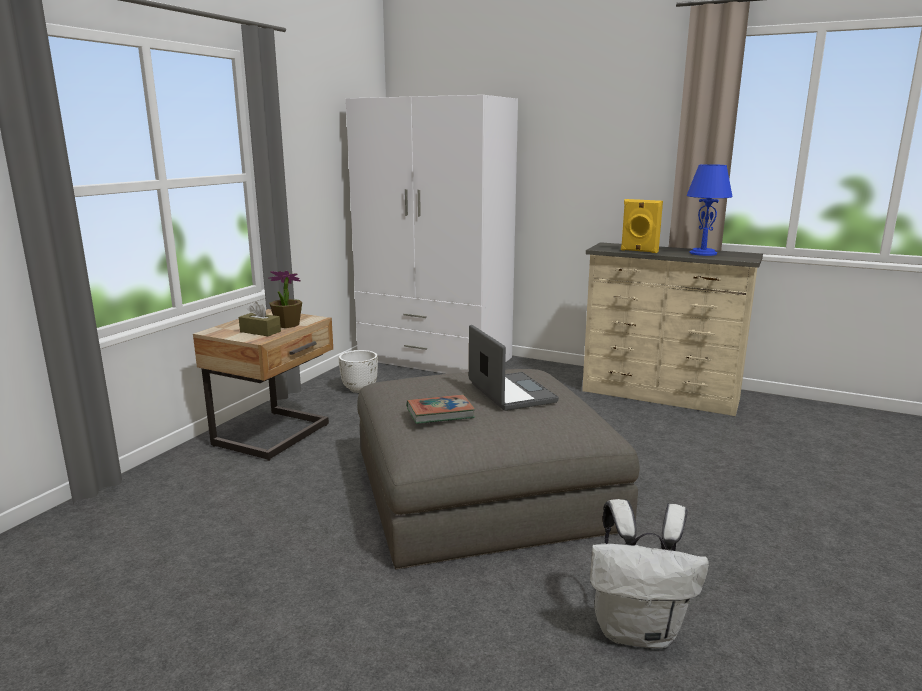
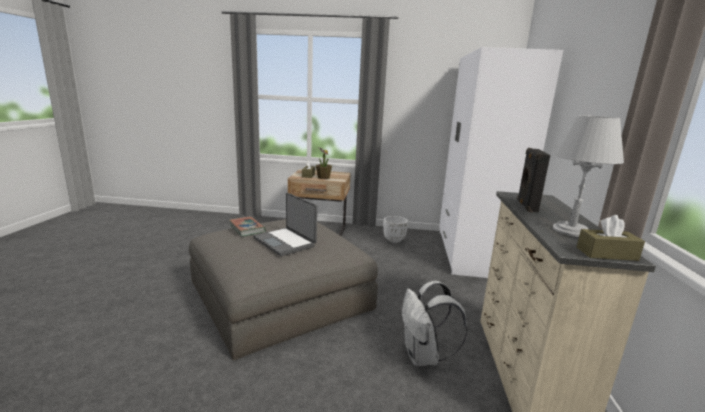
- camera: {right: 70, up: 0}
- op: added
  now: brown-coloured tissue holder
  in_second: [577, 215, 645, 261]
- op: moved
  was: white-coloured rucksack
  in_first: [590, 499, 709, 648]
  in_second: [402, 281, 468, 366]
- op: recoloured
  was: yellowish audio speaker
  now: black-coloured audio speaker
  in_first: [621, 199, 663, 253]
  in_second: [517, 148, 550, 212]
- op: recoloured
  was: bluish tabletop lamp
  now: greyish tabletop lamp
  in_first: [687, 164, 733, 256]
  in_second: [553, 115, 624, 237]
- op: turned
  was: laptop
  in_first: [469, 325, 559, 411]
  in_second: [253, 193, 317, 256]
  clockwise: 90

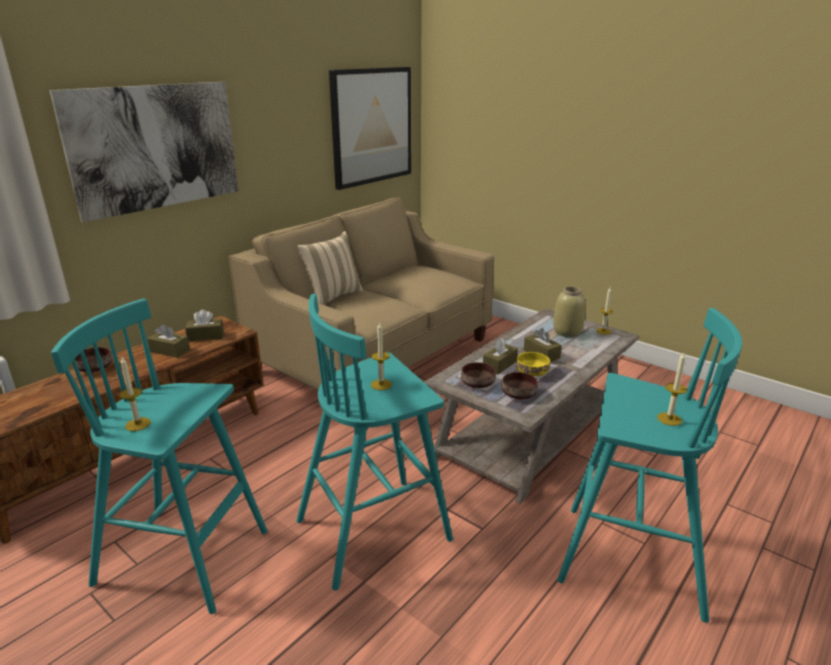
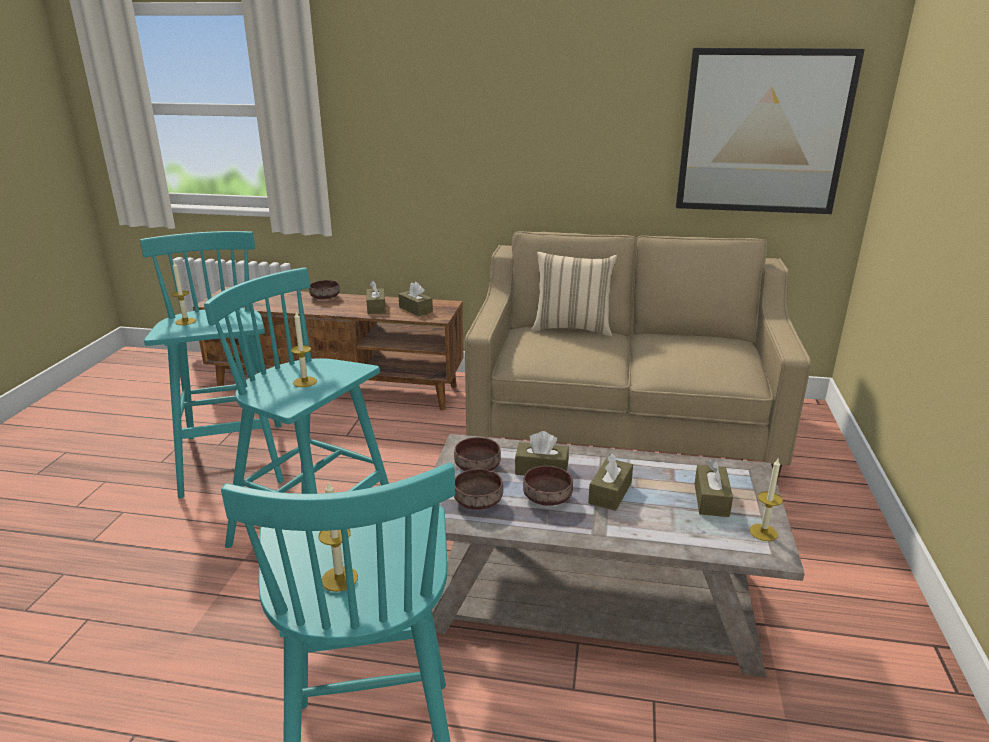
- camera: {right: 60, up: 0}
- op: removed
  was: picture
  in_first: [49, 82, 239, 222]
- op: replaced
  was: sand-coloured vase
  now: brown-coloured tissue holder
  in_first: [553, 286, 585, 337]
  in_second: [694, 460, 733, 517]
- op: recoloured
  was: yellowish deep dish
  now: brown-coloured deep dish
  in_first: [516, 352, 550, 376]
  in_second: [523, 466, 573, 506]

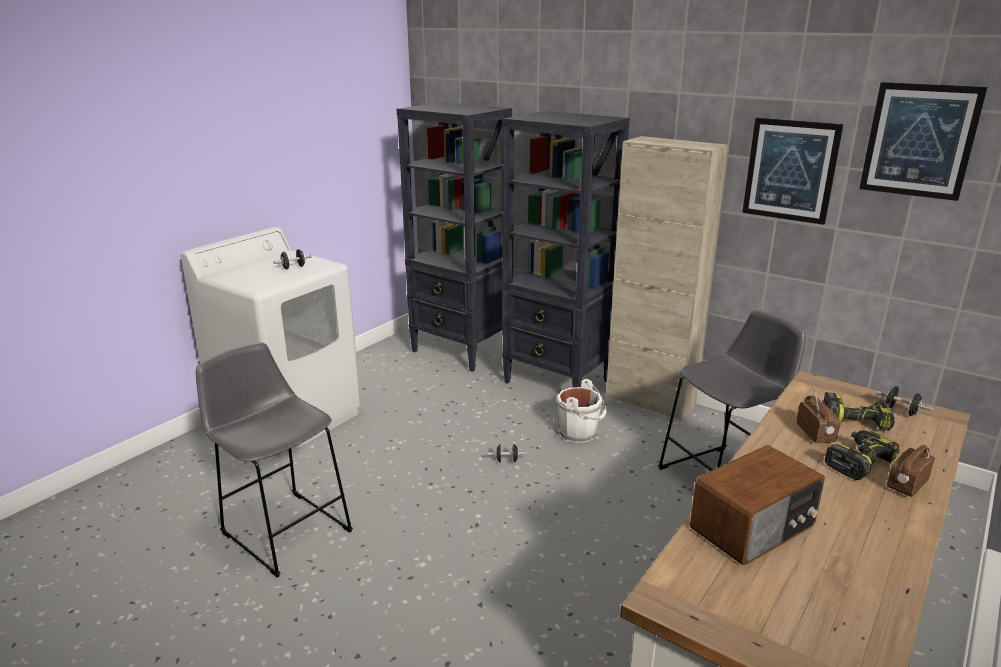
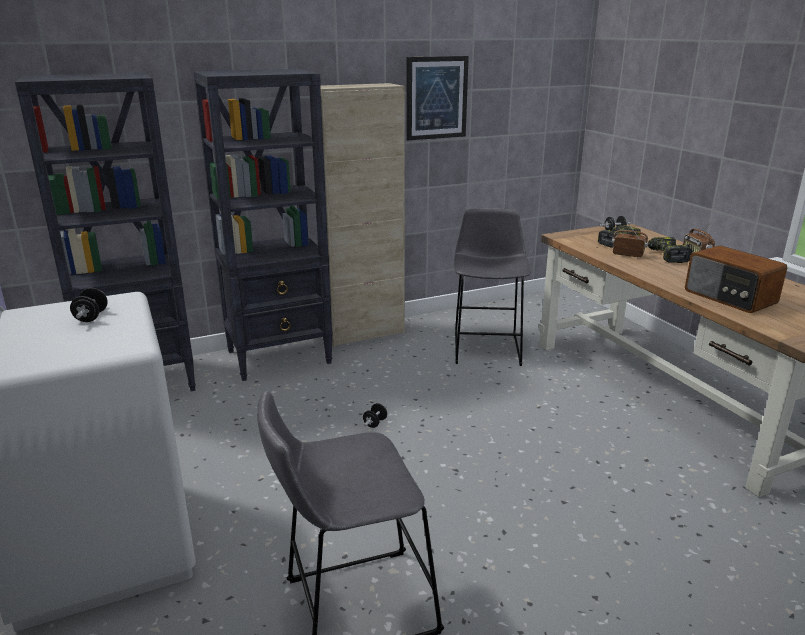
- camera: {right: -60, up: 0}
- op: removed
  was: white-coloured bucket
  in_first: [557, 379, 607, 443]
- op: removed
  was: picture
  in_first: [859, 82, 987, 201]
- op: turned
  was: radio receiver
  in_first: [690, 445, 825, 565]
  in_second: [685, 245, 787, 313]
  clockwise: 150

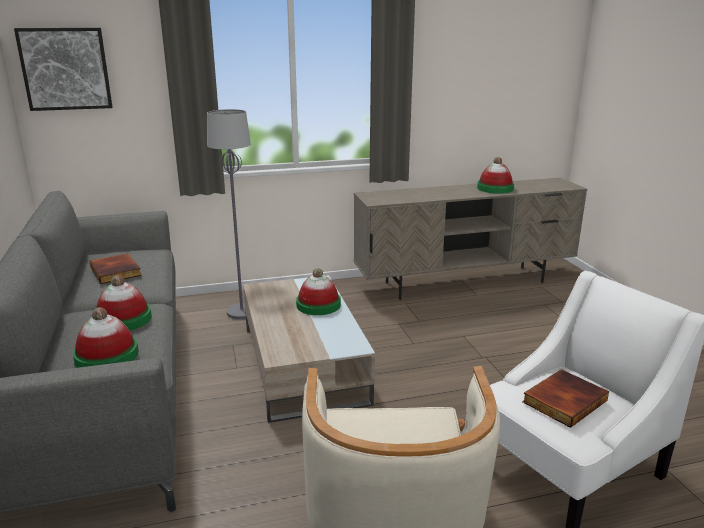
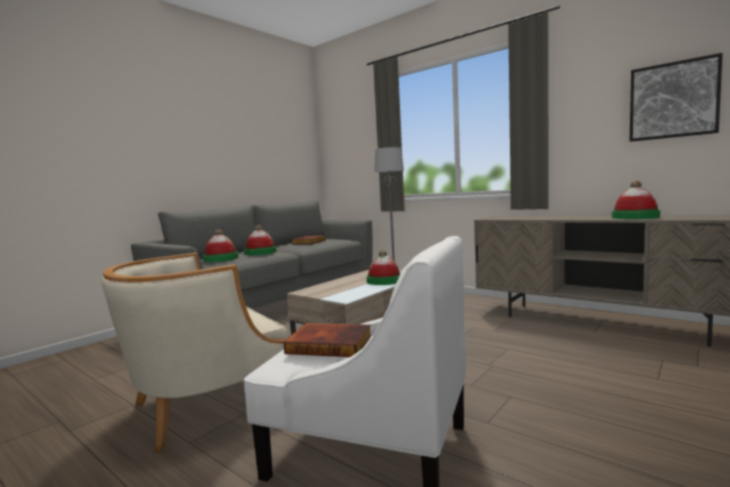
- camera: {right: 55, up: -15}
- op: moved
  was: picture
  in_first: [14, 28, 112, 111]
  in_second: [630, 53, 723, 142]

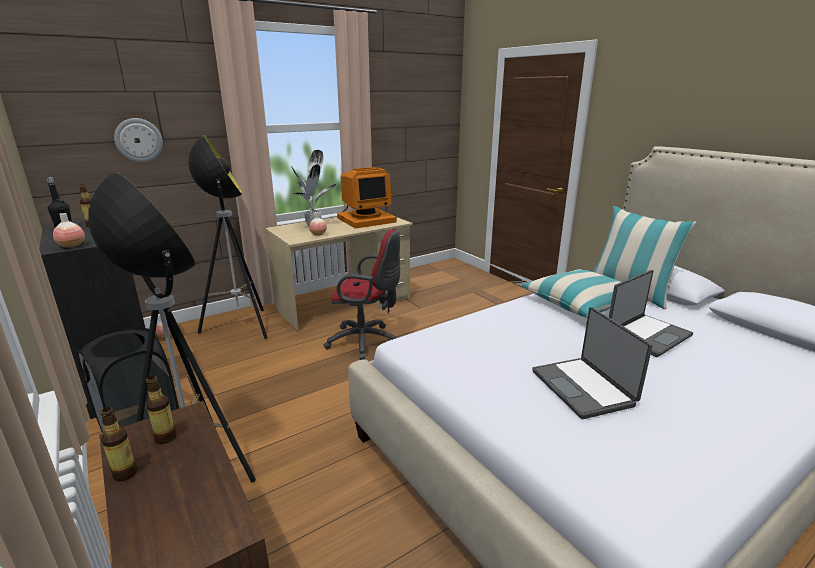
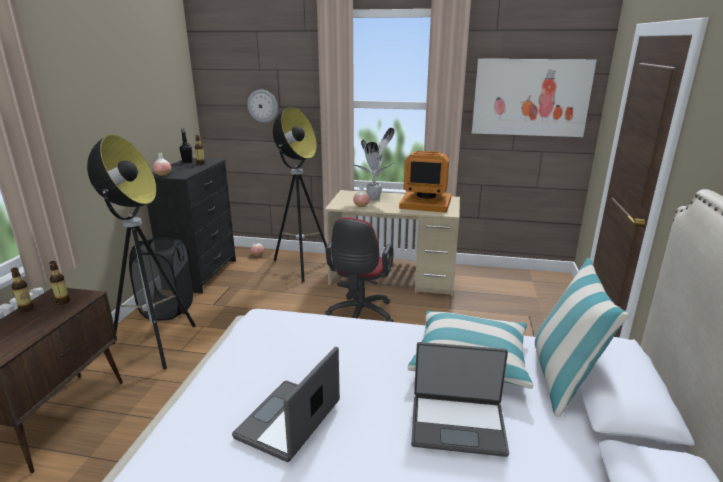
- camera: {right: 45, up: 0}
- op: added
  now: picture
  in_second: [472, 59, 597, 137]
- op: turned
  was: red desk chair
  in_first: [324, 229, 400, 360]
  in_second: [325, 217, 394, 322]
  clockwise: 45

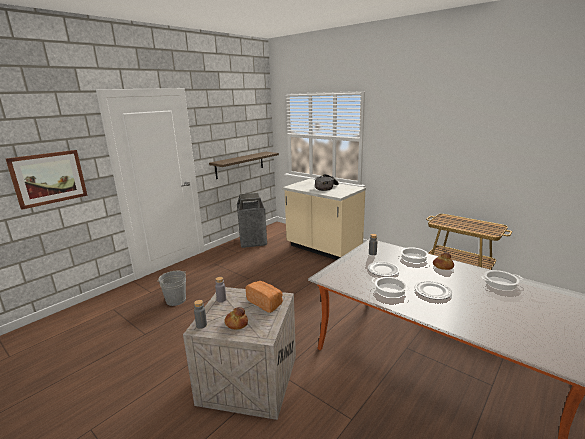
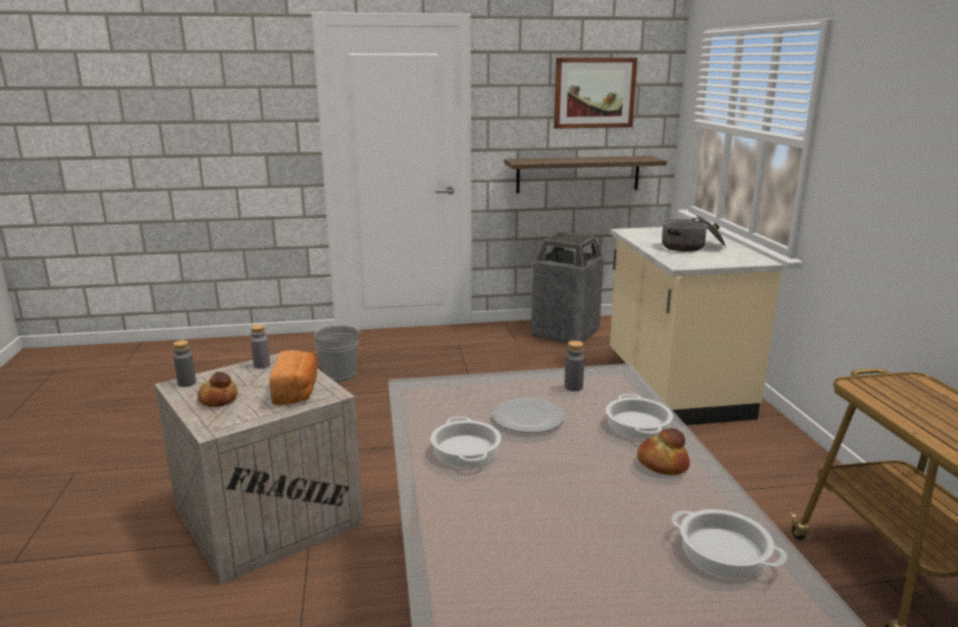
- camera: {right: 40, up: 0}
- op: removed
  was: plate
  in_first: [415, 281, 452, 300]
- op: moved
  was: picture
  in_first: [6, 150, 88, 210]
  in_second: [554, 58, 638, 128]

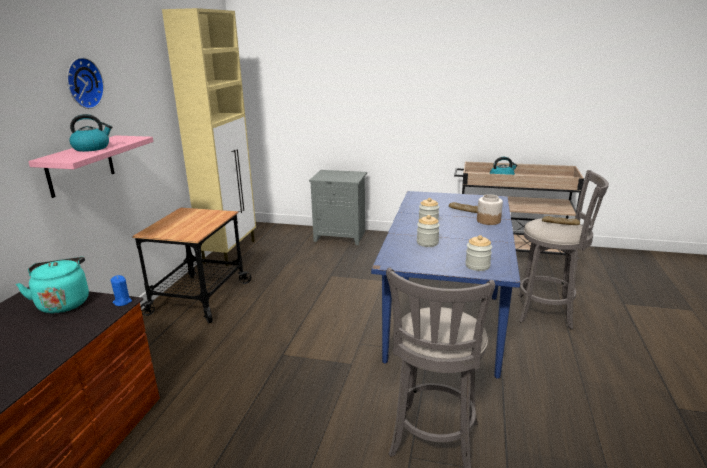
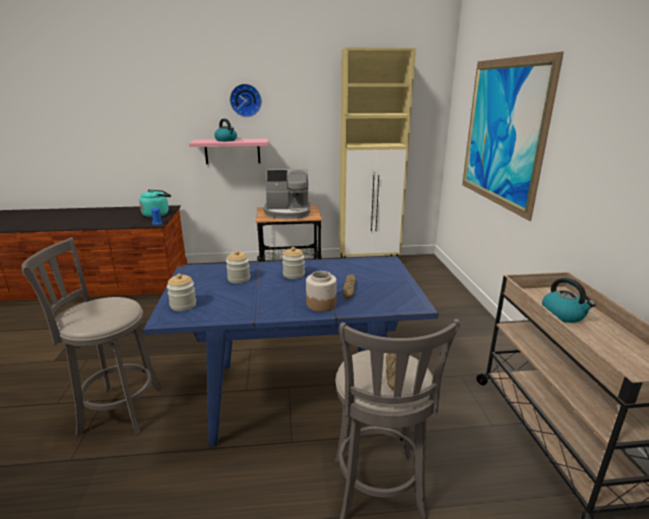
- camera: {right: 70, up: 0}
- op: removed
  was: greyish nightstand
  in_first: [309, 170, 367, 245]
- op: added
  now: coffee machine
  in_second: [264, 169, 310, 219]
- op: added
  now: picture
  in_second: [462, 51, 564, 221]

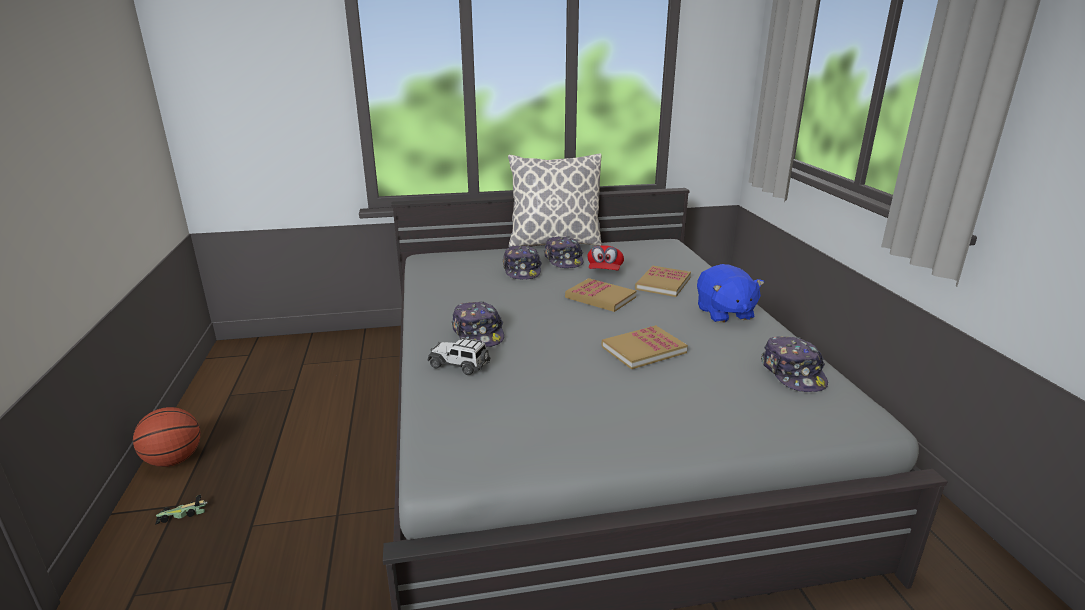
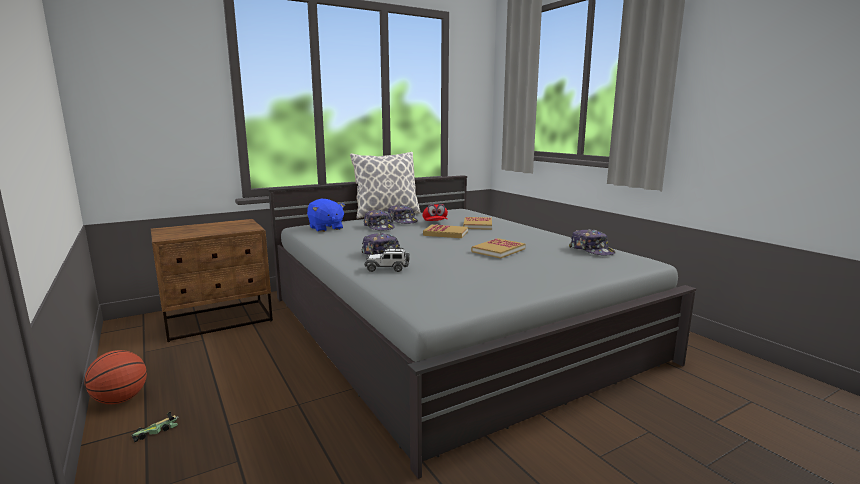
- camera: {right: -20, up: -10}
- op: added
  now: brown-coloured nightstand
  in_second: [151, 219, 273, 342]
- op: moved
  was: bluish plush toy
  in_first: [697, 264, 765, 323]
  in_second: [307, 199, 345, 232]

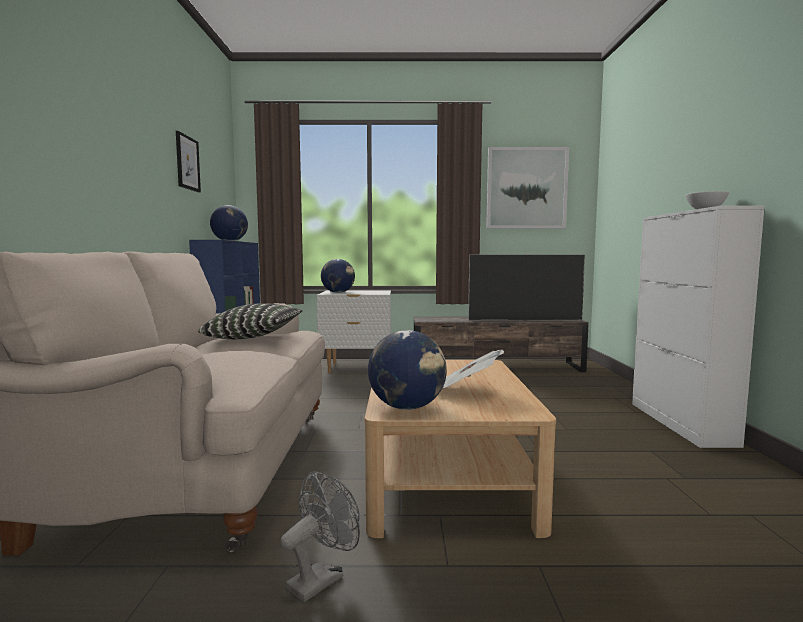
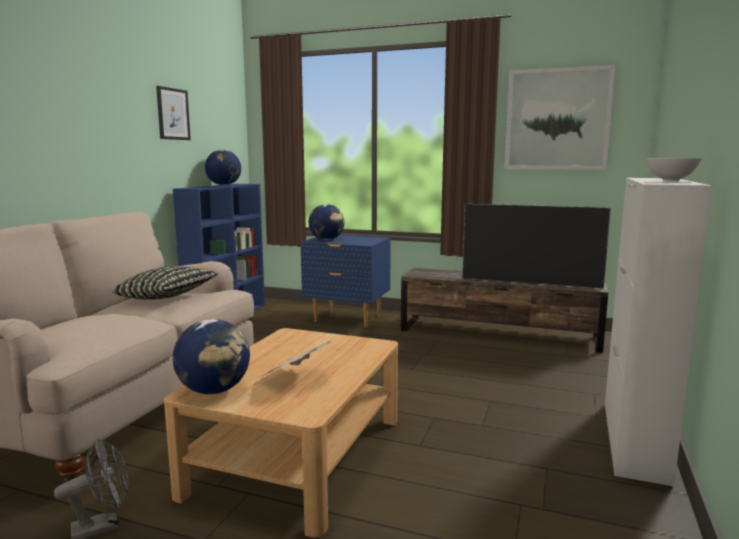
- camera: {right: 20, up: 5}
- op: recoloured
  was: white-coloured nightstand
  now: bluish nightstand
  in_first: [317, 290, 391, 373]
  in_second: [300, 235, 391, 327]

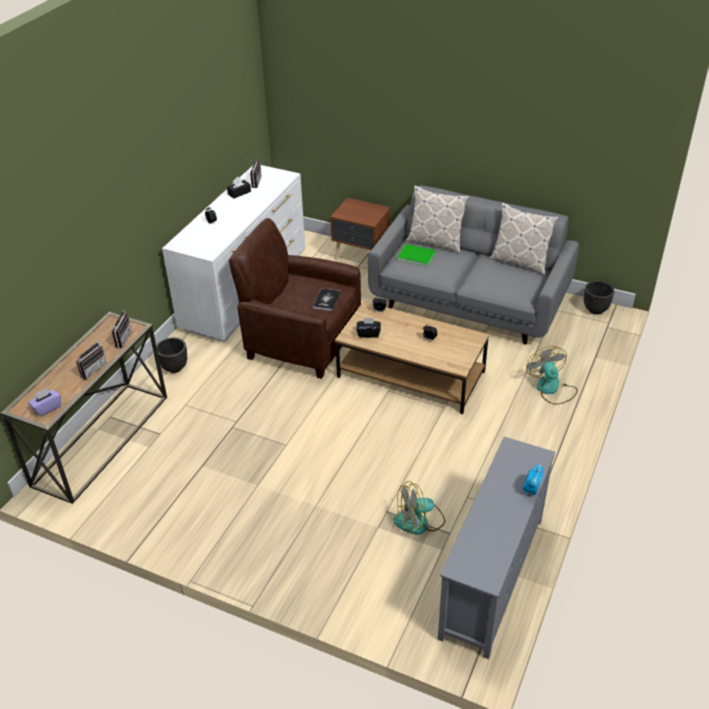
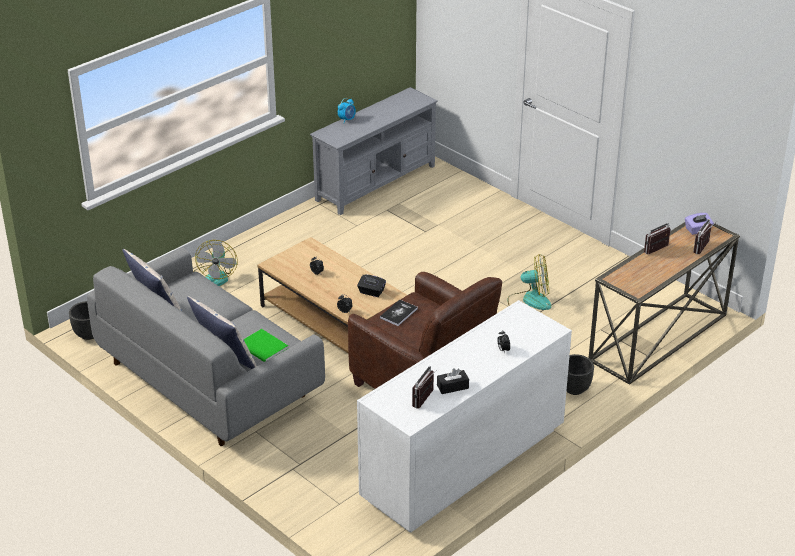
- camera: {right: -160, up: -5}
- op: removed
  was: brown-coloured nightstand
  in_first: [330, 198, 391, 260]
- op: moved
  was: radio receiver
  in_first: [110, 310, 132, 348]
  in_second: [693, 219, 716, 254]
- op: moved
  was: electric fan
  in_first: [394, 481, 445, 535]
  in_second: [507, 254, 551, 310]

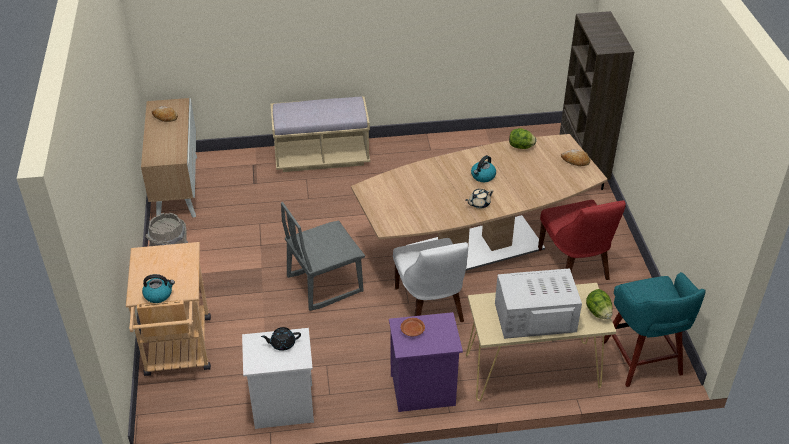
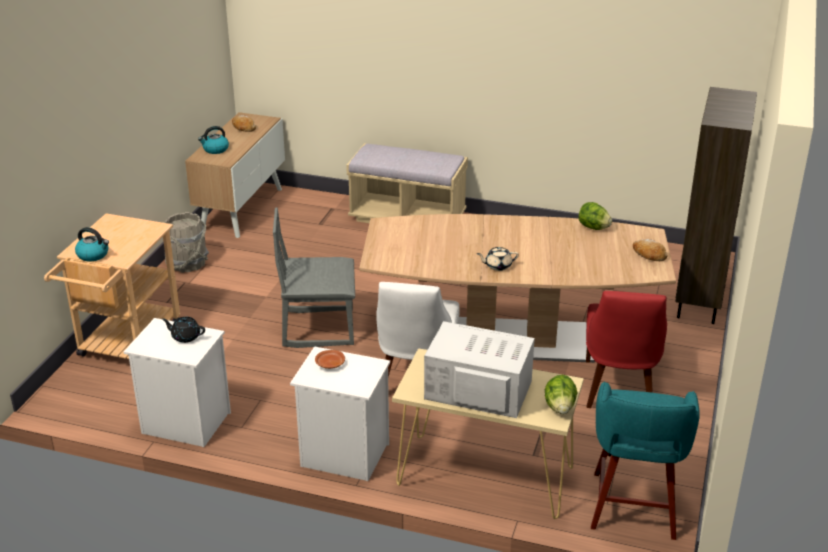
- camera: {right: 25, up: -10}
- op: moved
  was: water kettle
  in_first: [471, 155, 496, 182]
  in_second: [198, 126, 229, 154]
- op: recoloured
  was: purple nightstand
  now: white-coloured nightstand
  in_first: [389, 312, 463, 412]
  in_second: [290, 346, 390, 481]

